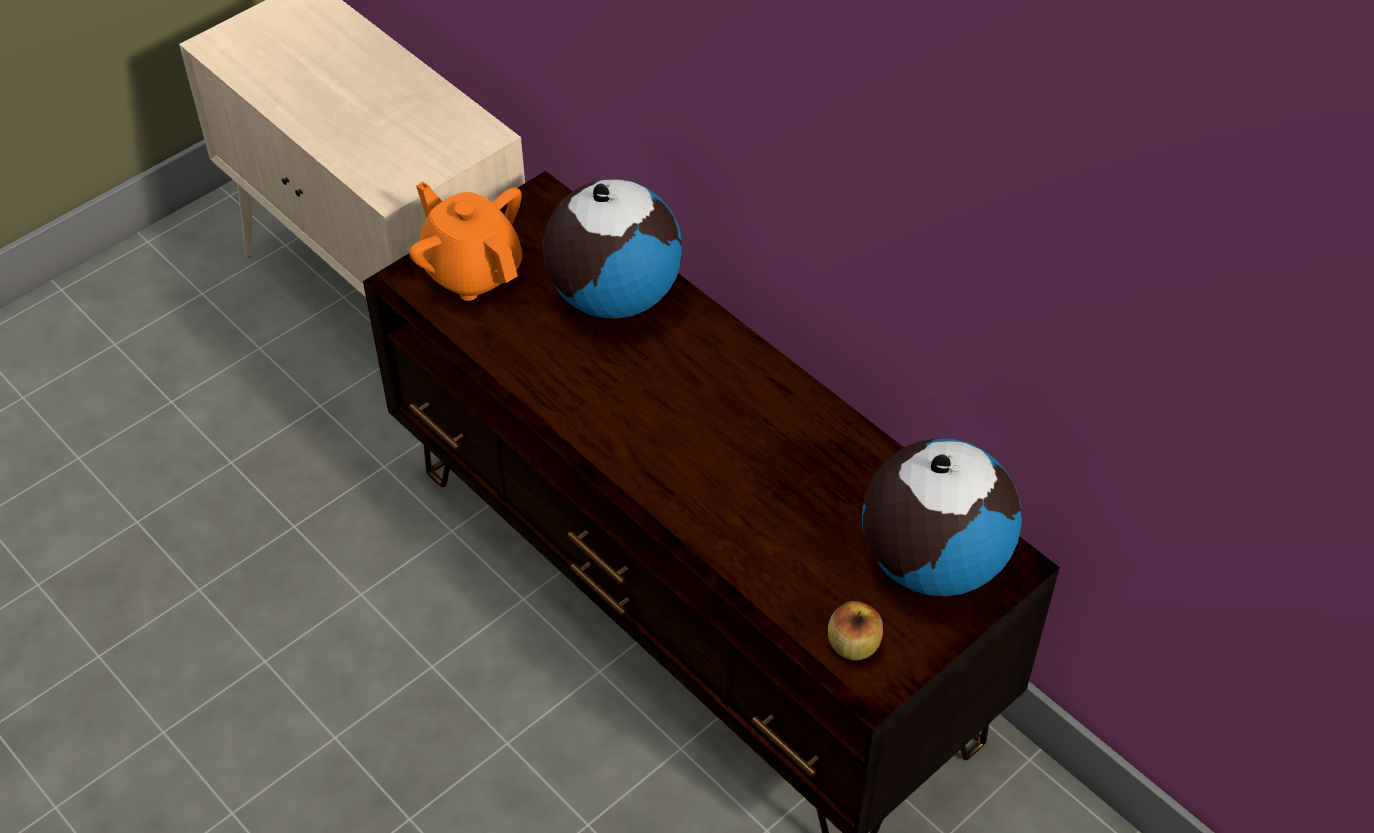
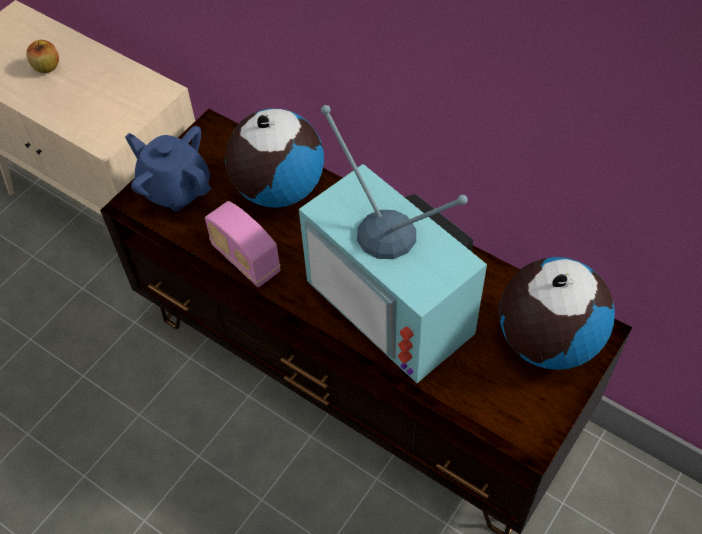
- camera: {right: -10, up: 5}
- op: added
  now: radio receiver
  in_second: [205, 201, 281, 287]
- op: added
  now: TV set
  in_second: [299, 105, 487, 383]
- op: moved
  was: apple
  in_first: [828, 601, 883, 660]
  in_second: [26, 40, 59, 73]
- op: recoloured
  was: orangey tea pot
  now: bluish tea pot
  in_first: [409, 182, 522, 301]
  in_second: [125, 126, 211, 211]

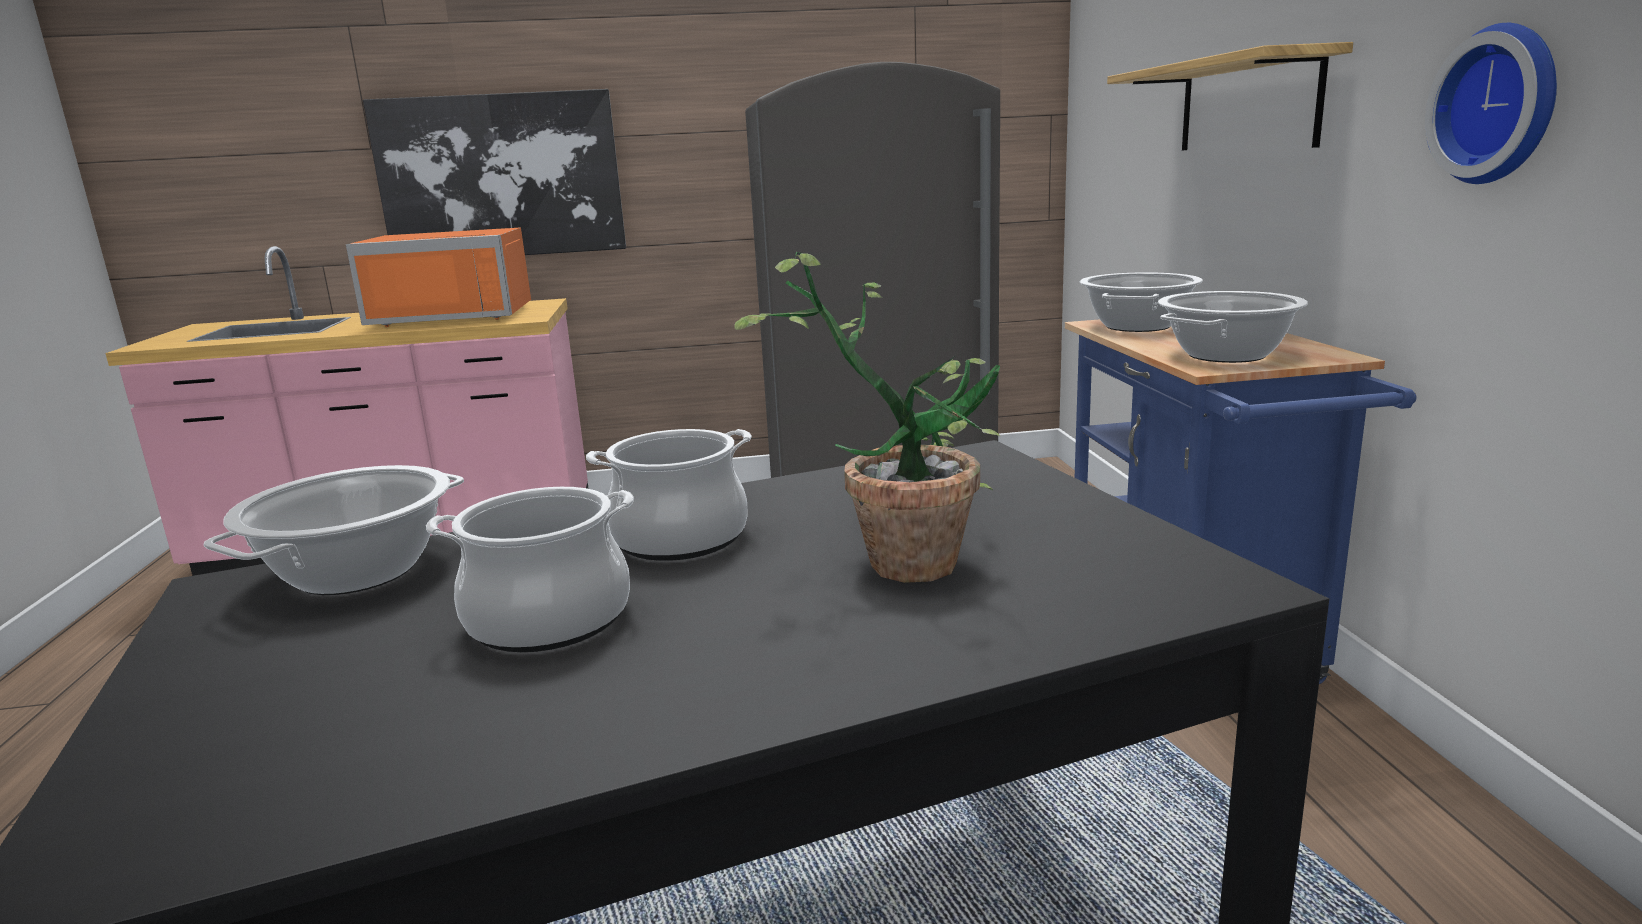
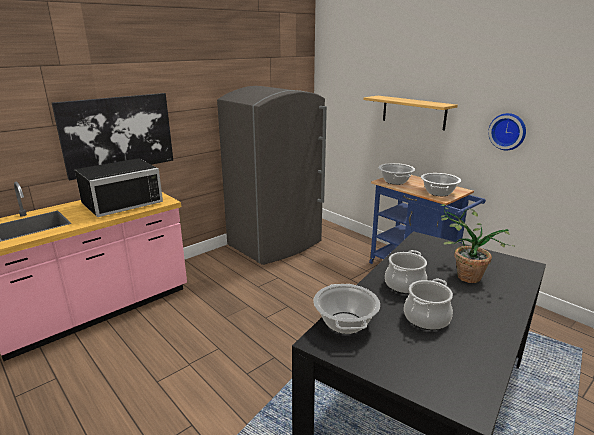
- camera: {right: -35, up: 5}
- op: recoloured
  was: orangey kitchen microwave
  now: black-coloured kitchen microwave
  in_first: [346, 227, 531, 327]
  in_second: [75, 158, 163, 217]

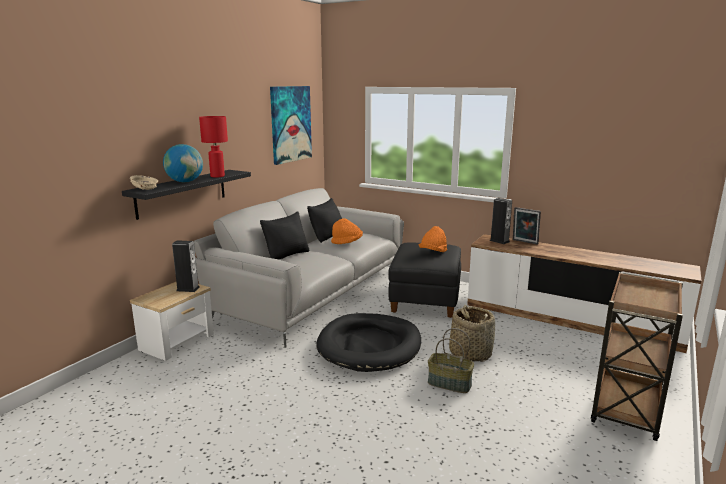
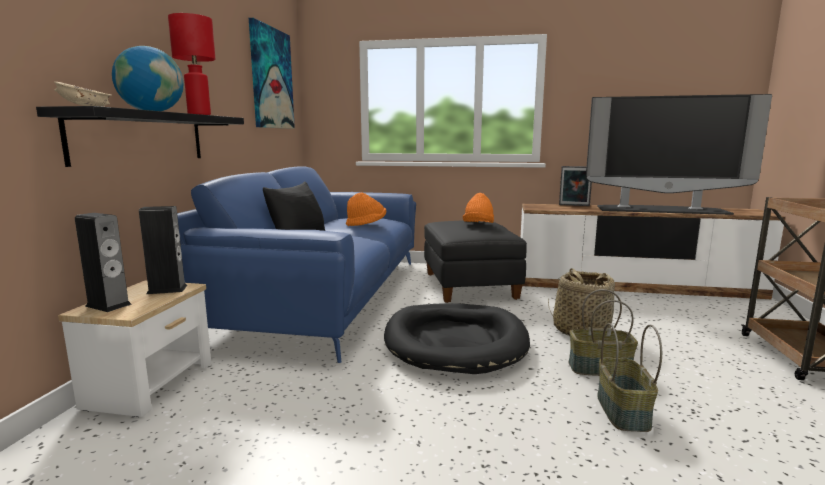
- camera: {right: -20, up: -5}
- op: removed
  was: black-coloured cushion
  in_first: [307, 198, 342, 243]
- op: added
  now: TV set
  in_second: [586, 94, 772, 215]
- op: added
  now: storage basket
  in_second: [597, 323, 662, 432]
- op: moved
  was: audio speaker
  in_first: [489, 198, 512, 244]
  in_second: [75, 213, 132, 312]
- op: recoloured
  was: greyish settee
  now: bluish settee
  in_first: [194, 188, 404, 348]
  in_second: [177, 166, 416, 363]

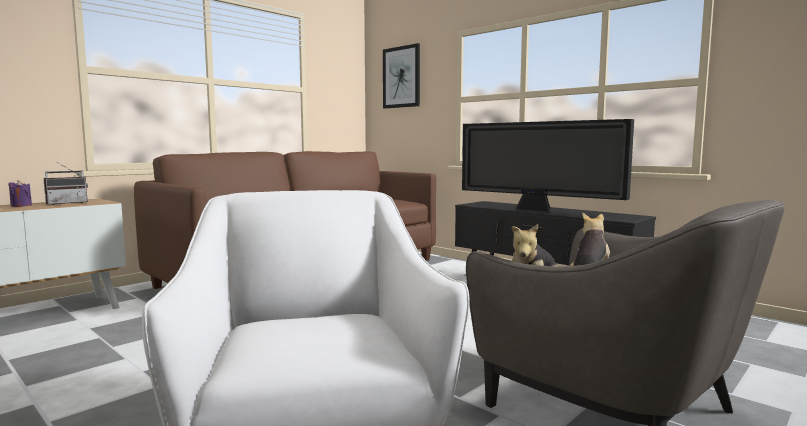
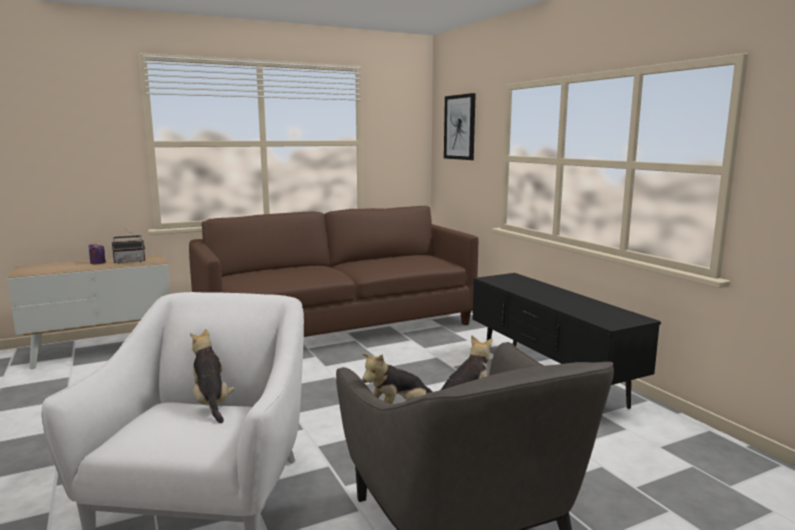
- camera: {right: 20, up: 5}
- op: removed
  was: TV set
  in_first: [462, 119, 634, 213]
- op: added
  now: plush toy
  in_second: [190, 329, 235, 423]

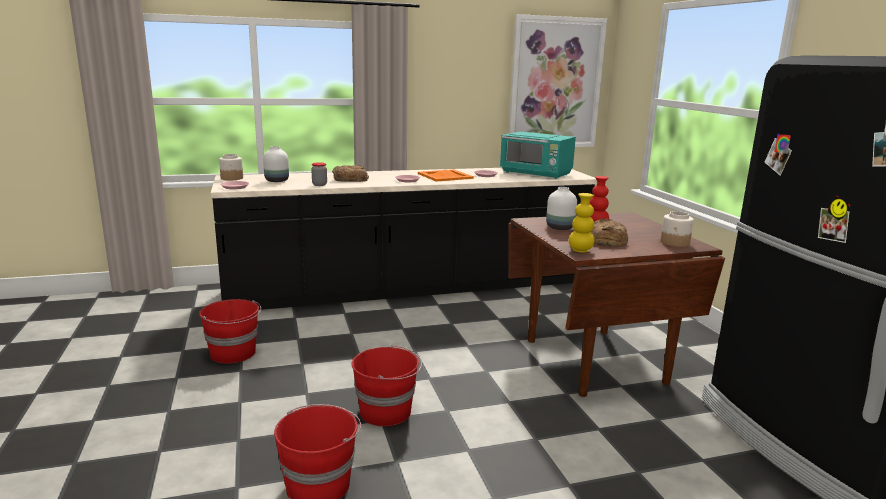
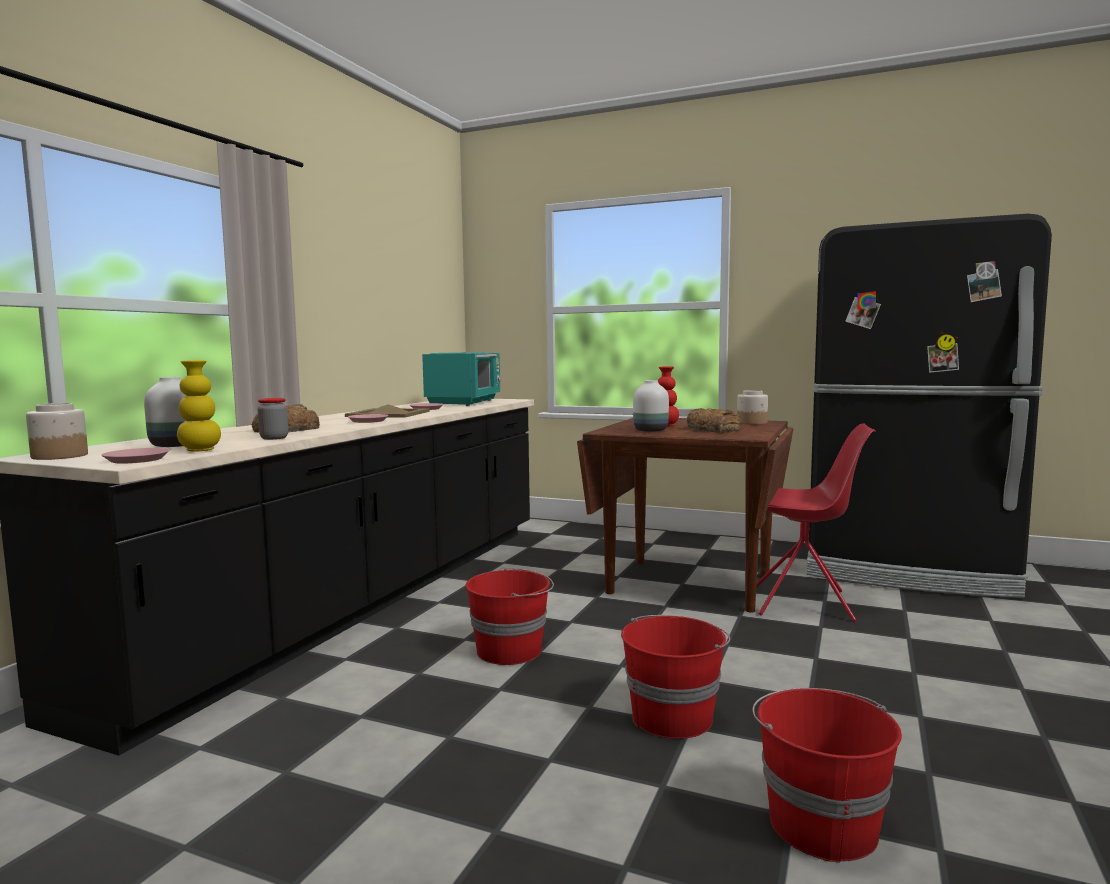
- camera: {right: -50, up: -10}
- op: removed
  was: picture
  in_first: [509, 14, 607, 147]
- op: added
  now: red upright chair
  in_second: [756, 423, 876, 622]
- op: moved
  was: red bucket
  in_first: [199, 299, 261, 364]
  in_second: [466, 567, 554, 665]
- op: moved
  was: yellowish vase
  in_first: [569, 193, 595, 252]
  in_second: [177, 360, 221, 452]
- op: recoloured
  was: orangey tray
  now: sand-coloured tray
  in_first: [418, 169, 474, 182]
  in_second: [345, 404, 430, 418]
- op: turned
  was: turquoise kitchen microwave
  in_first: [500, 132, 576, 179]
  in_second: [422, 352, 501, 406]
  clockwise: -60

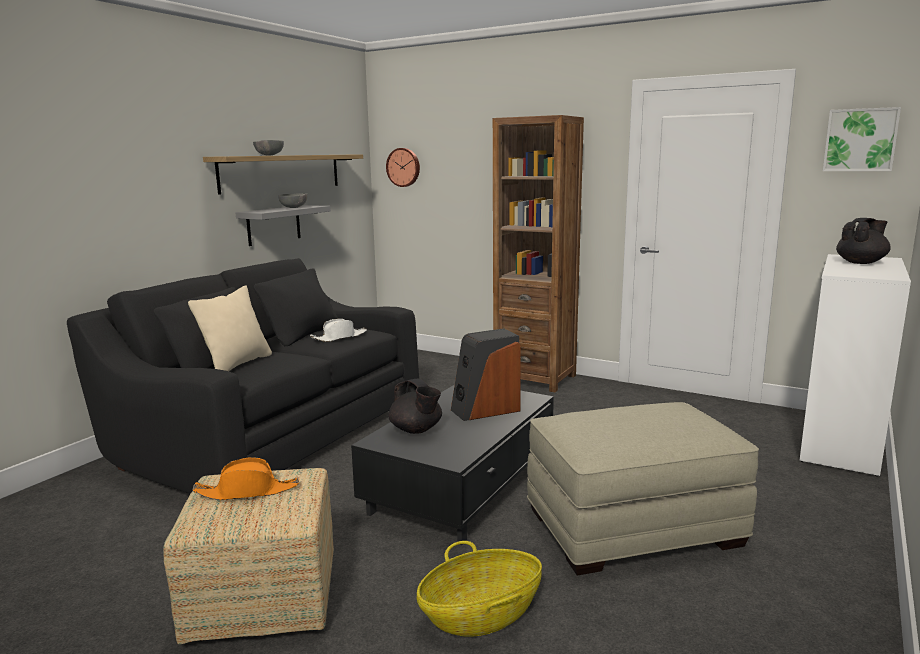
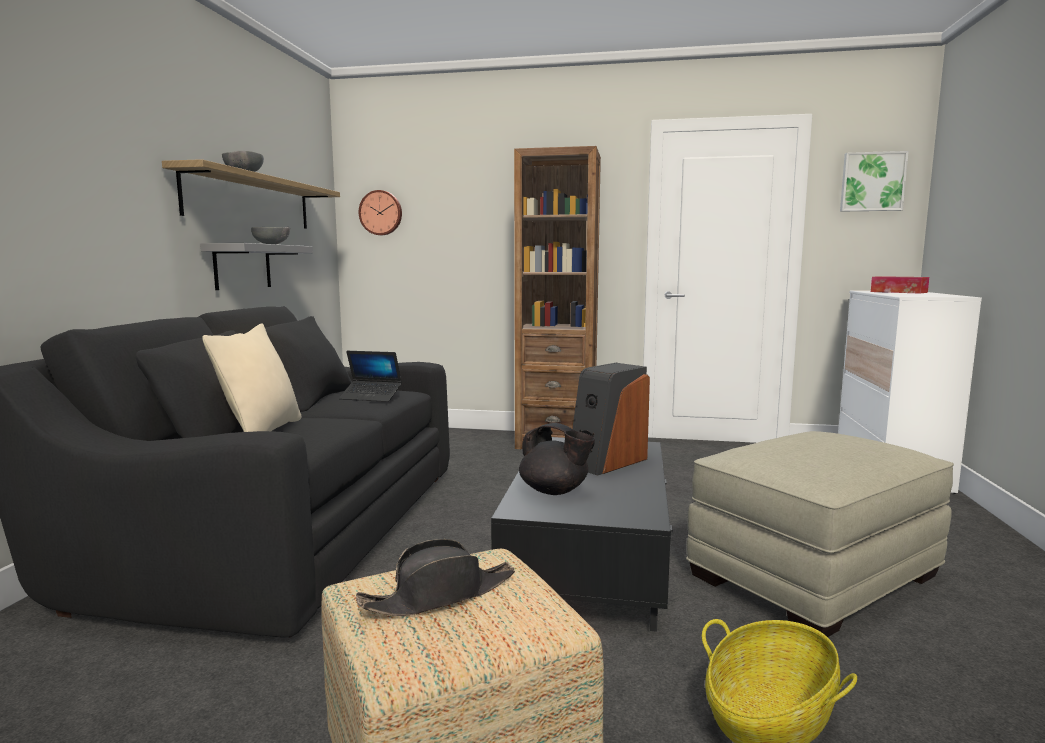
- camera: {right: -20, up: -5}
- op: replaced
  was: white-coloured clothing hat
  now: laptop
  in_first: [310, 319, 367, 342]
  in_second: [339, 351, 402, 402]
- op: replaced
  was: black-coloured tea pot
  now: tissue holder
  in_first: [836, 218, 891, 264]
  in_second: [871, 276, 929, 294]
- op: recoloured
  was: orangey clothing hat
  now: black-coloured clothing hat
  in_first: [192, 457, 299, 500]
  in_second: [356, 539, 515, 616]

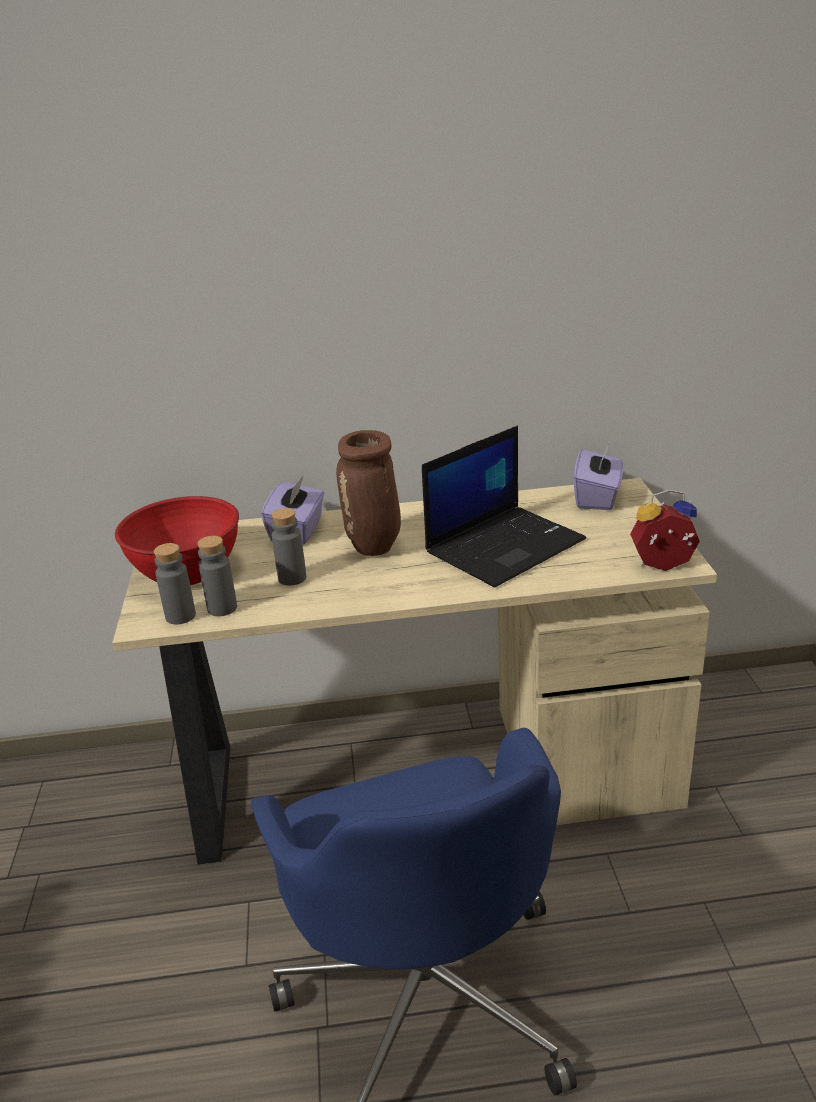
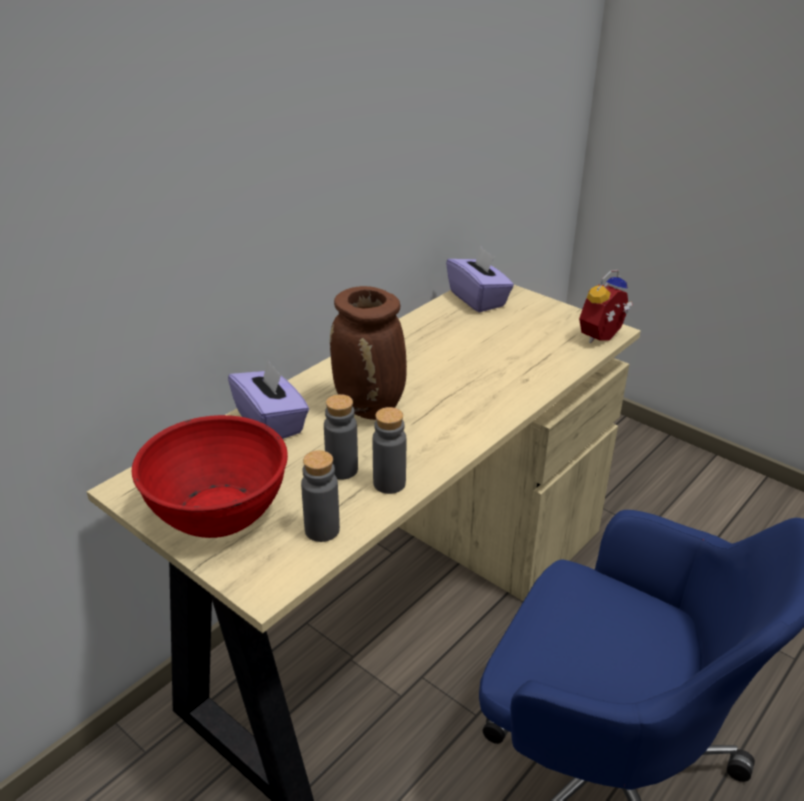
- camera: {right: -45, up: 5}
- op: removed
  was: laptop
  in_first: [422, 426, 586, 587]
- op: moved
  was: greyish bottle
  in_first: [154, 543, 196, 624]
  in_second: [373, 407, 406, 494]

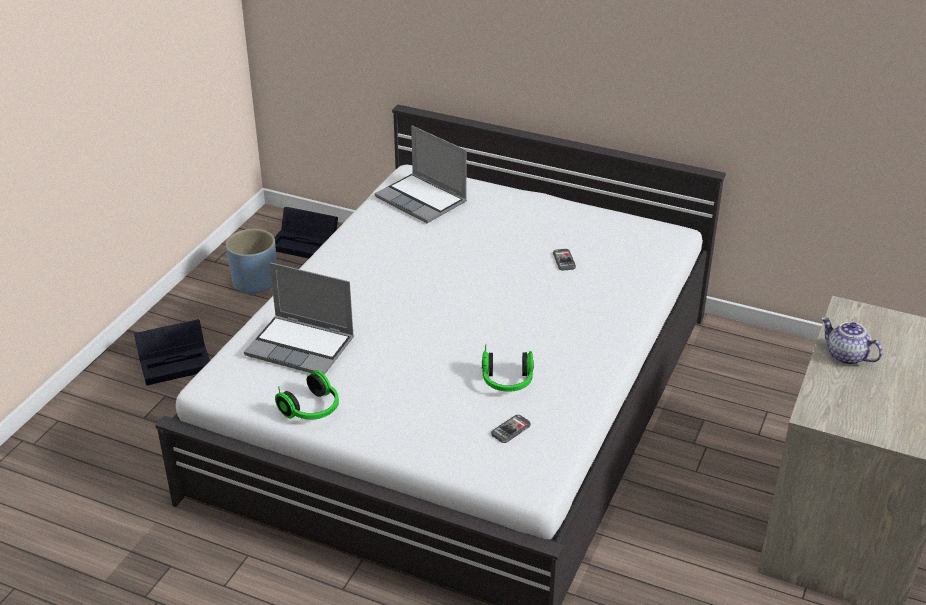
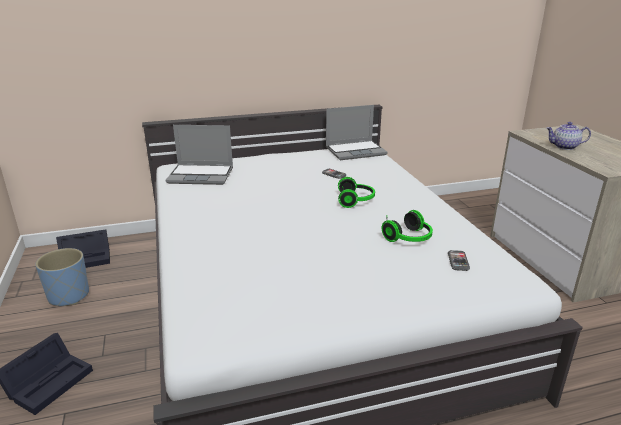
- camera: {right: -40, up: -10}
- op: moved
  was: laptop
  in_first: [244, 263, 354, 375]
  in_second: [326, 105, 388, 160]
- op: moved
  was: headset
  in_first: [275, 370, 339, 420]
  in_second: [338, 177, 375, 208]

